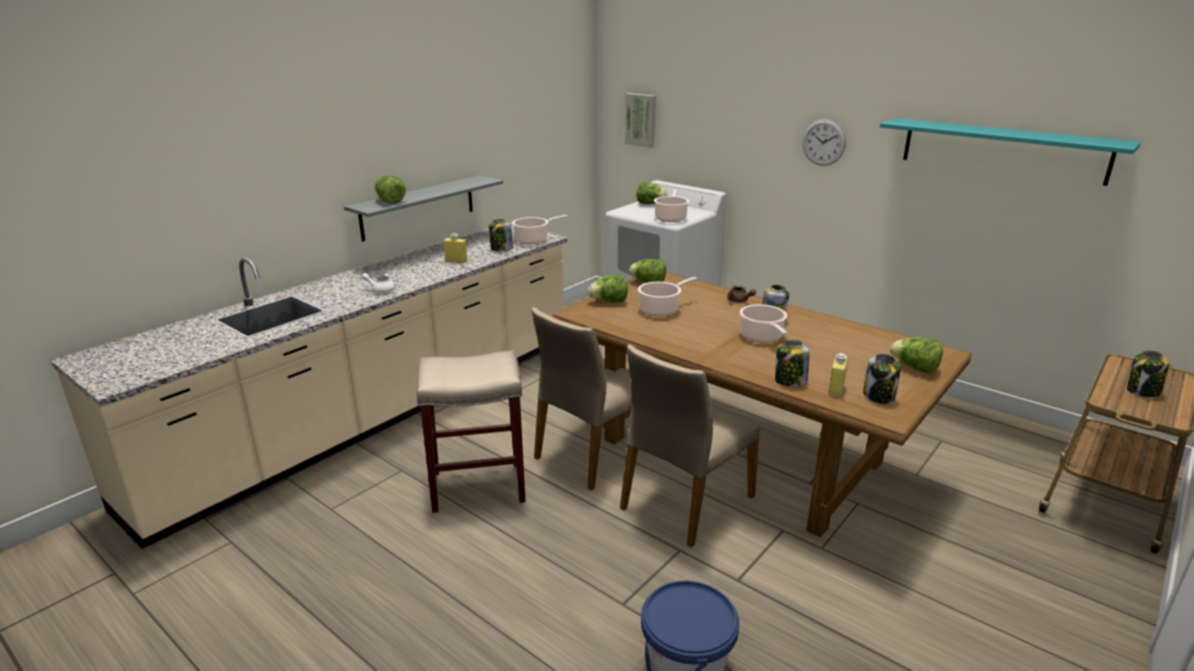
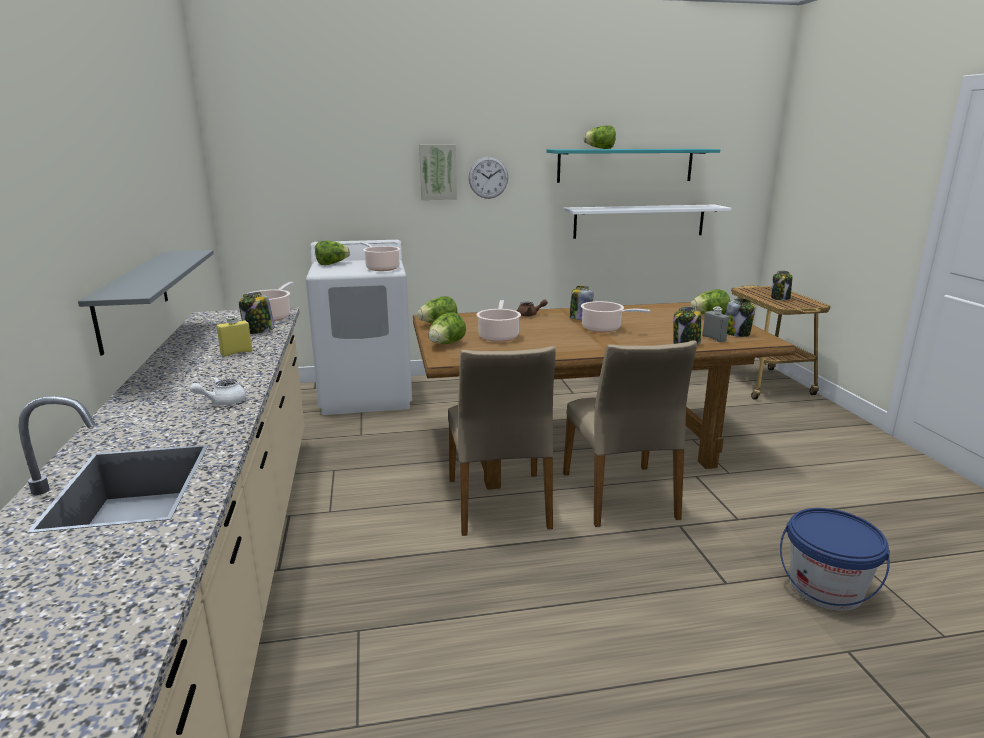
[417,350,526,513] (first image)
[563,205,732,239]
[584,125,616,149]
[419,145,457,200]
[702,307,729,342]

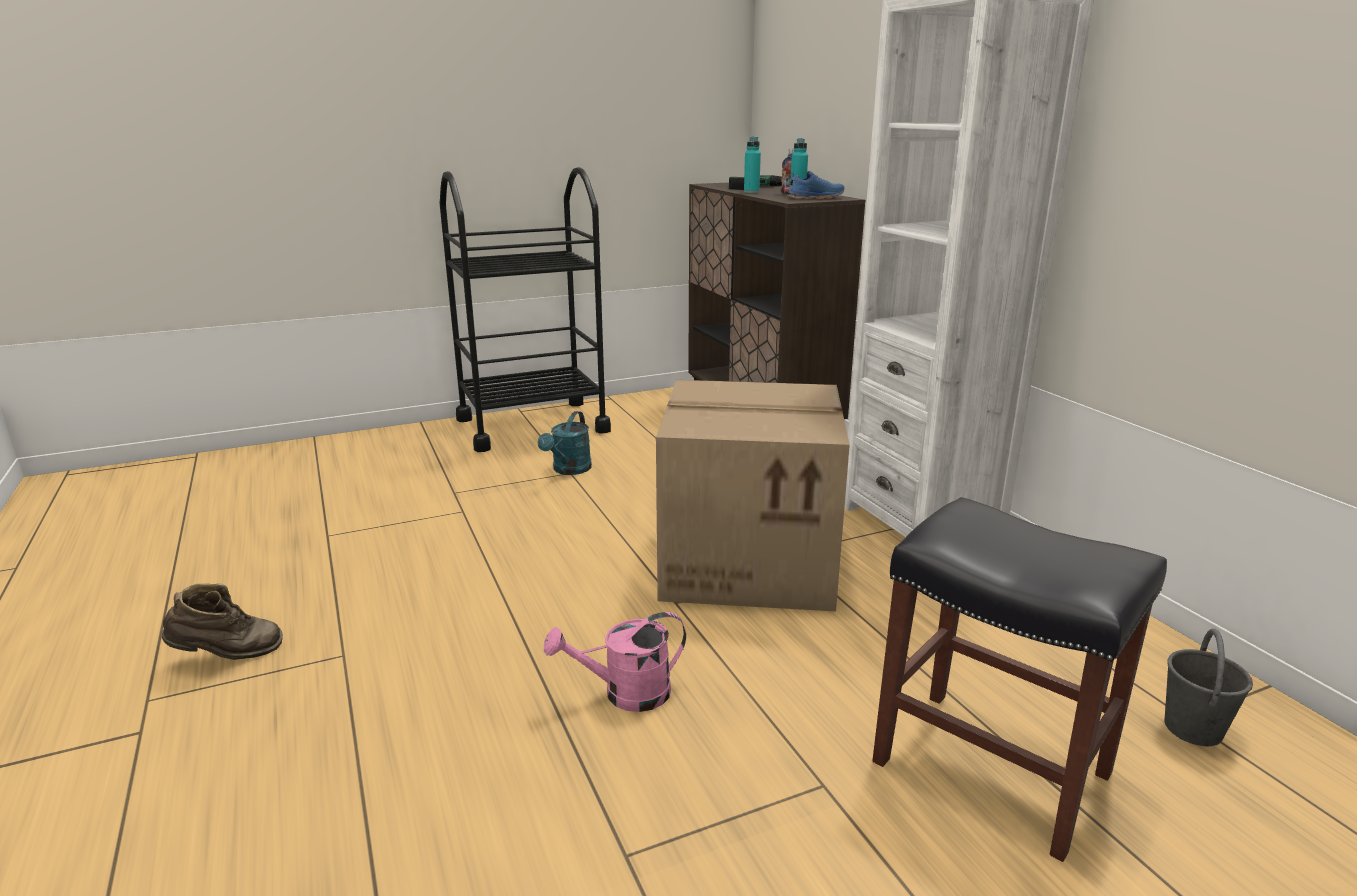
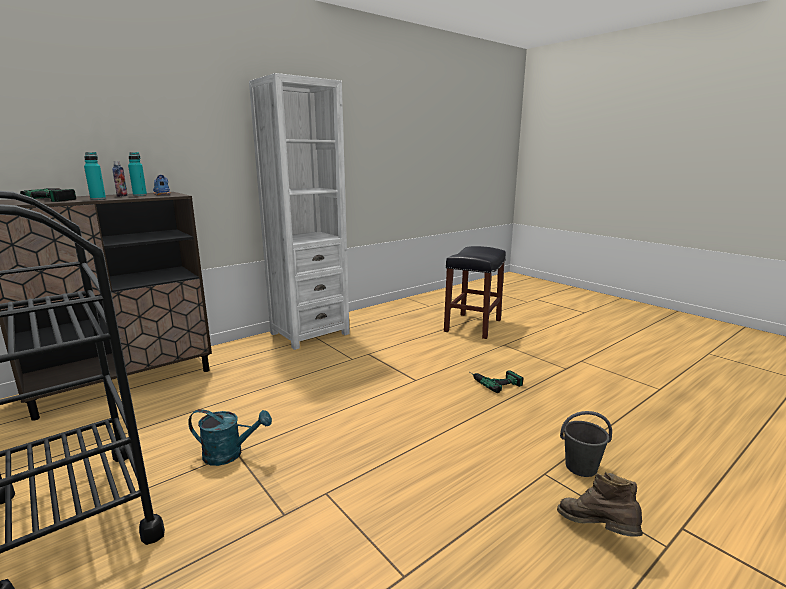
[656,380,850,612] (first image)
[560,411,612,477]
[470,370,523,393]

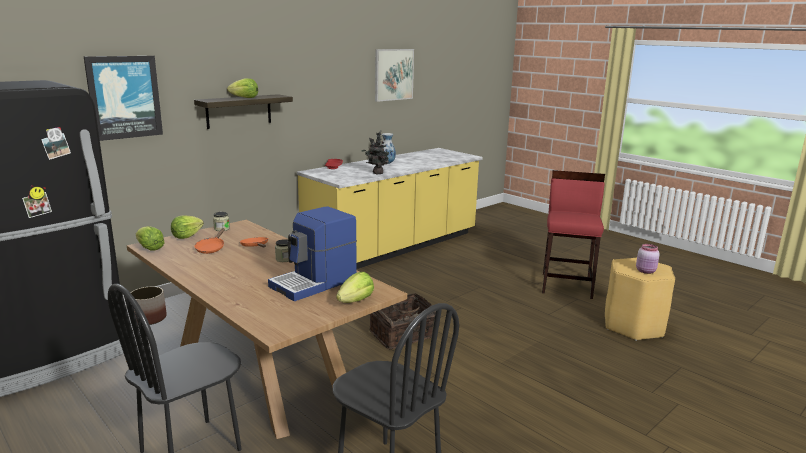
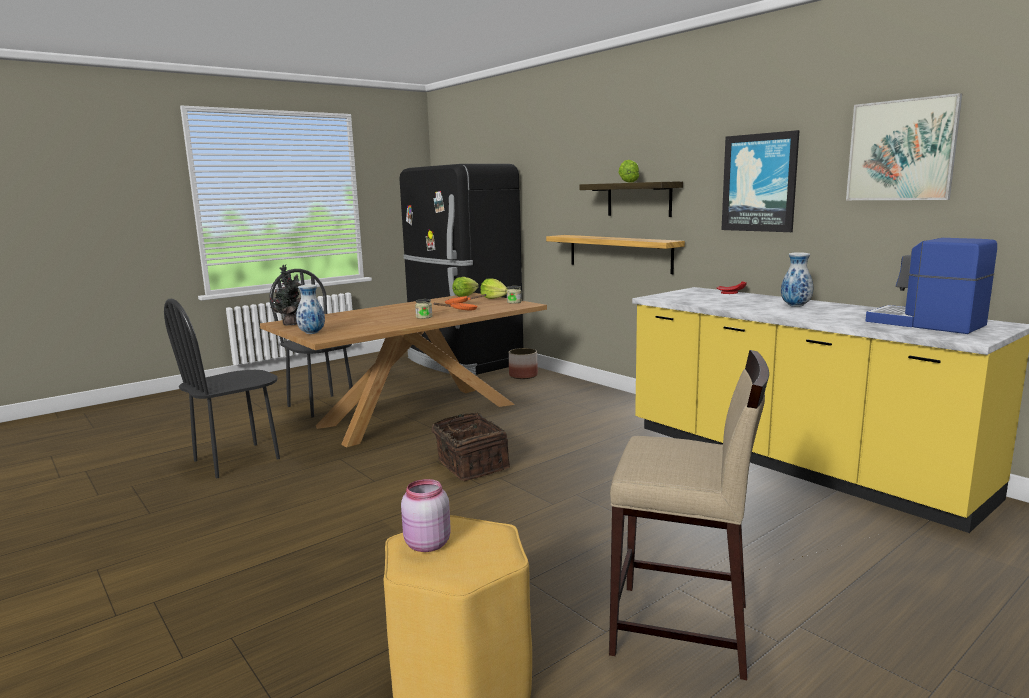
[546,235,685,274]
[721,130,800,232]
[866,238,997,334]
[270,265,301,326]
[296,284,325,334]
[609,350,769,680]

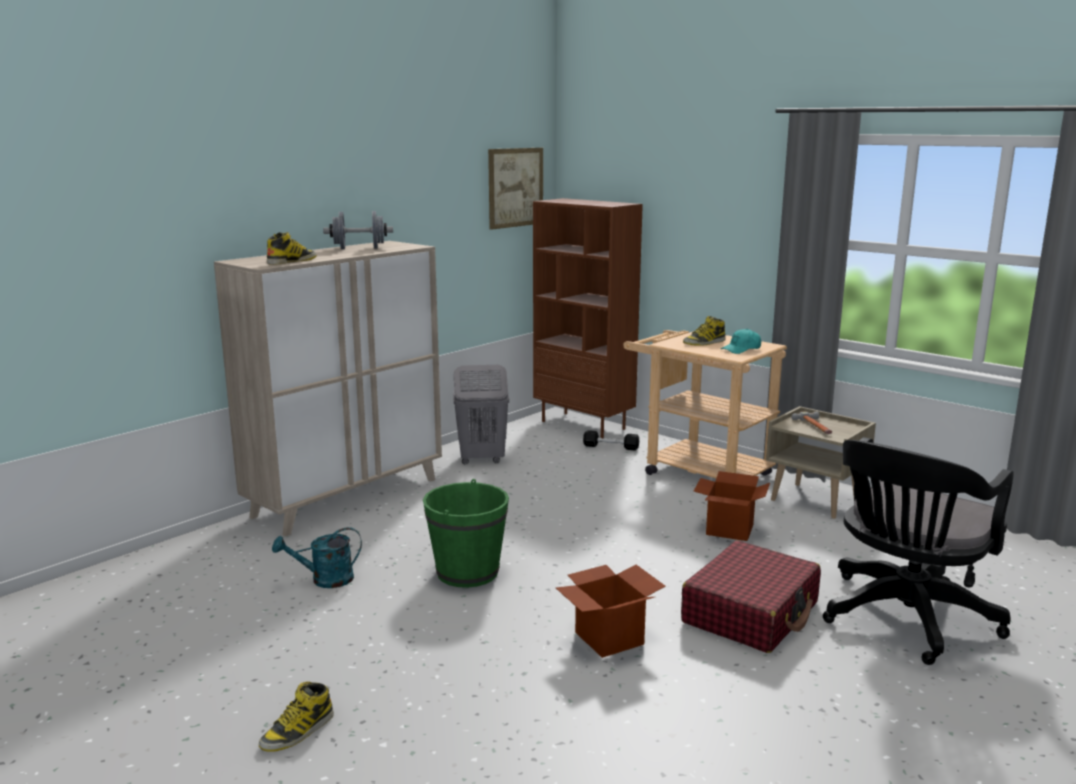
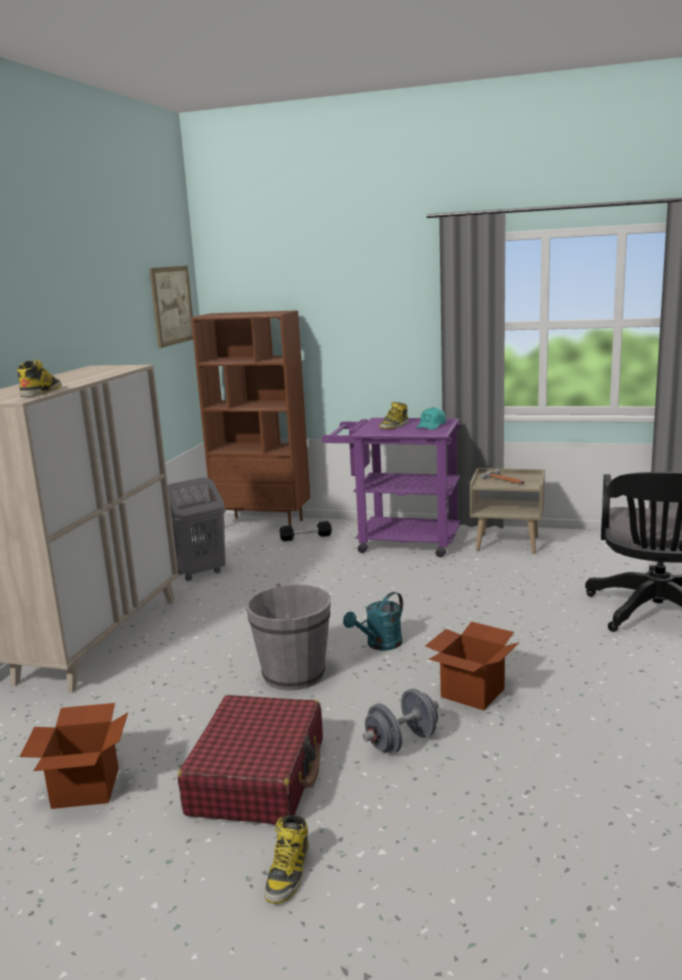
[343,592,403,651]
[362,689,439,754]
[178,695,323,825]
[19,703,128,809]
[246,583,331,691]
[322,418,461,557]

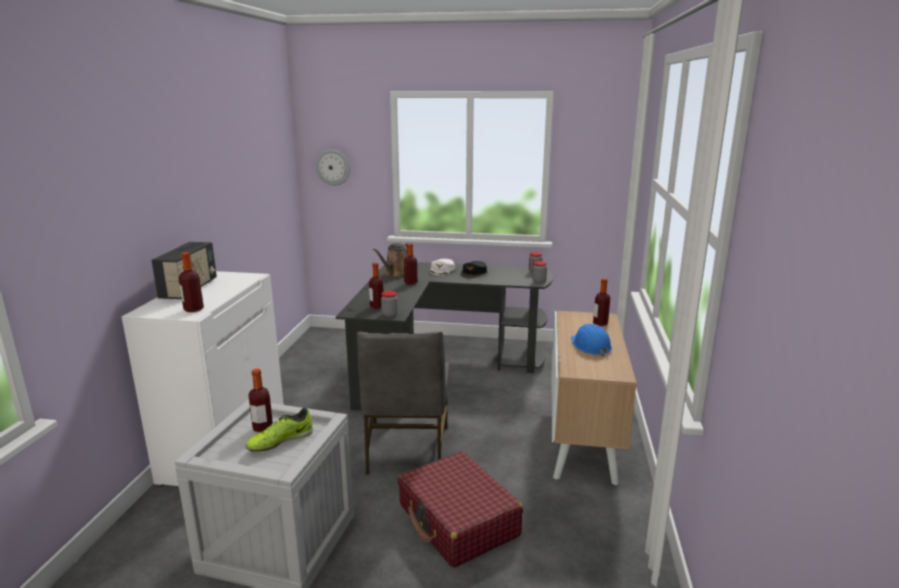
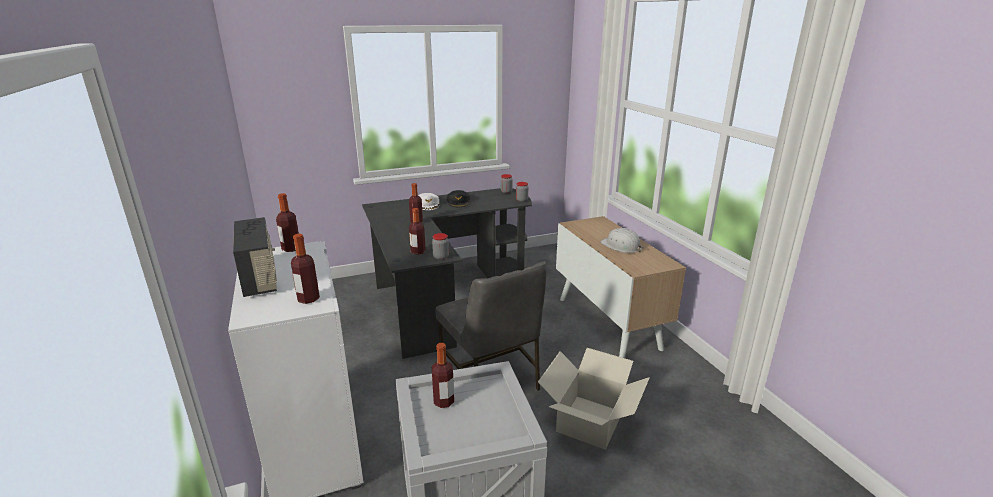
[246,408,313,452] (first image)
[316,149,350,186] (first image)
[373,243,408,277] (first image)
[276,193,299,252]
[538,348,649,450]
[600,228,644,253]

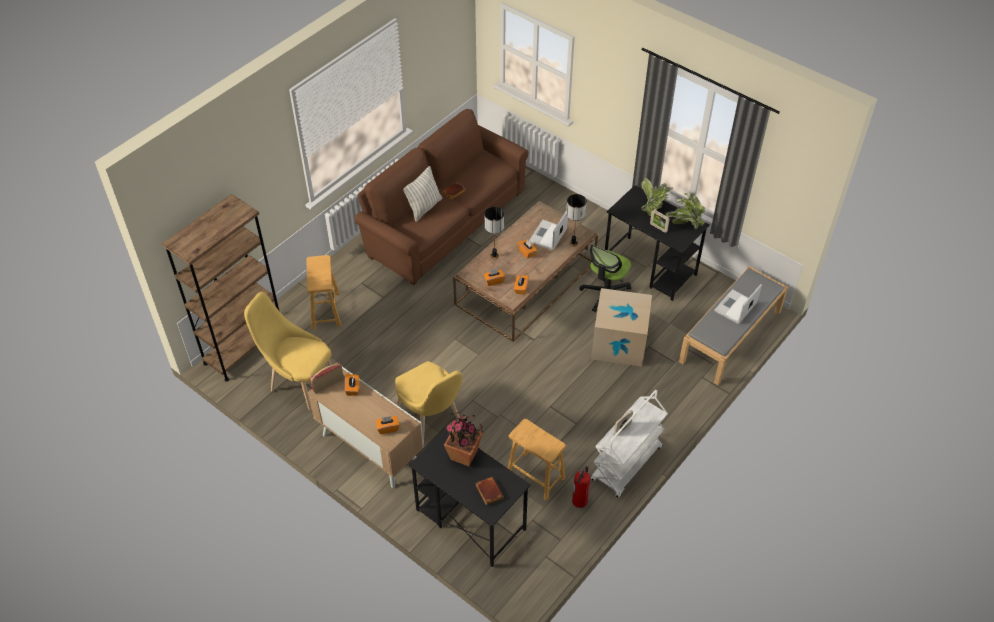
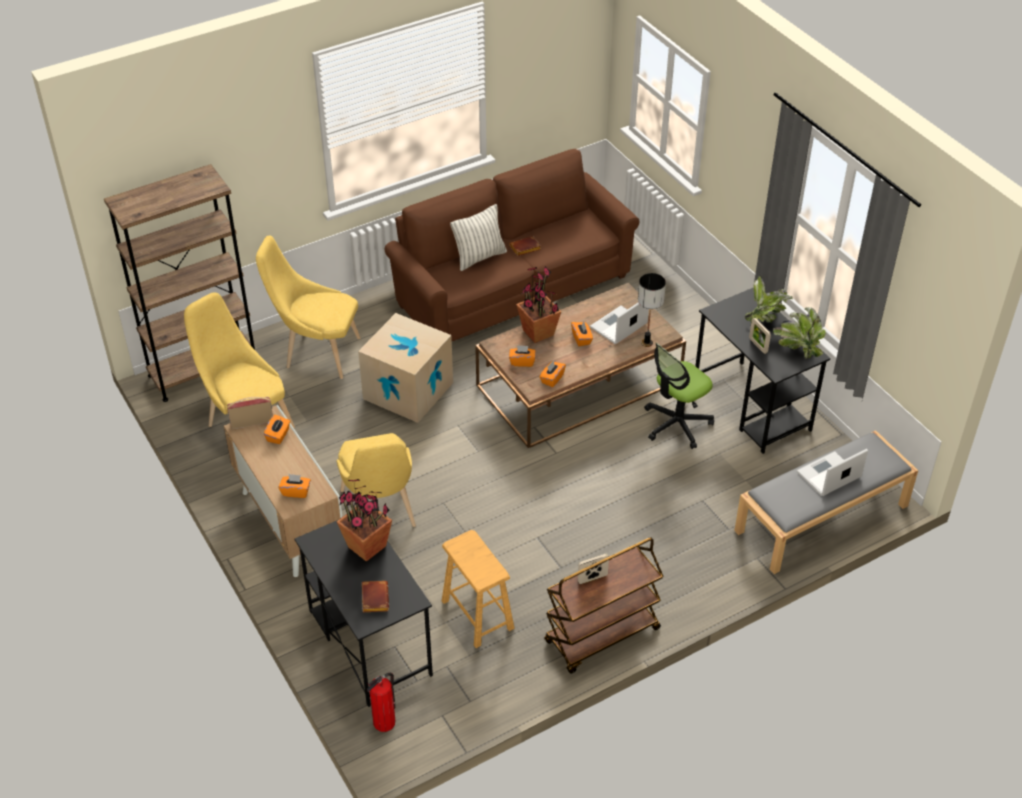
[367,673,395,732]
[358,313,453,423]
[256,236,360,379]
[516,266,561,343]
[544,537,664,674]

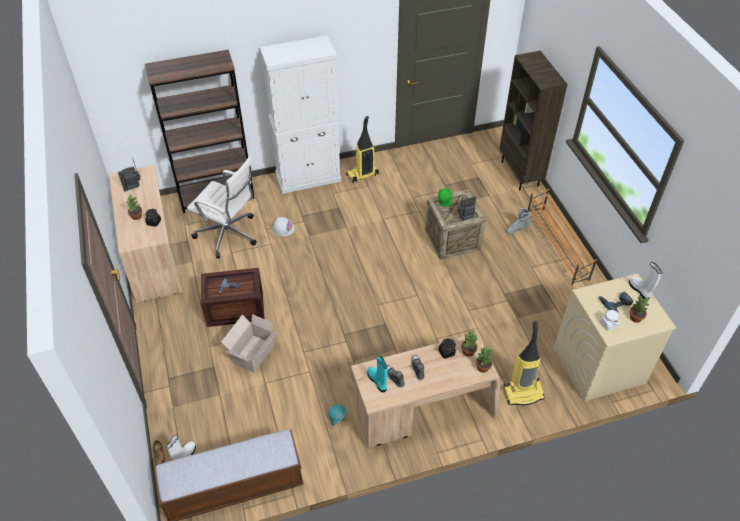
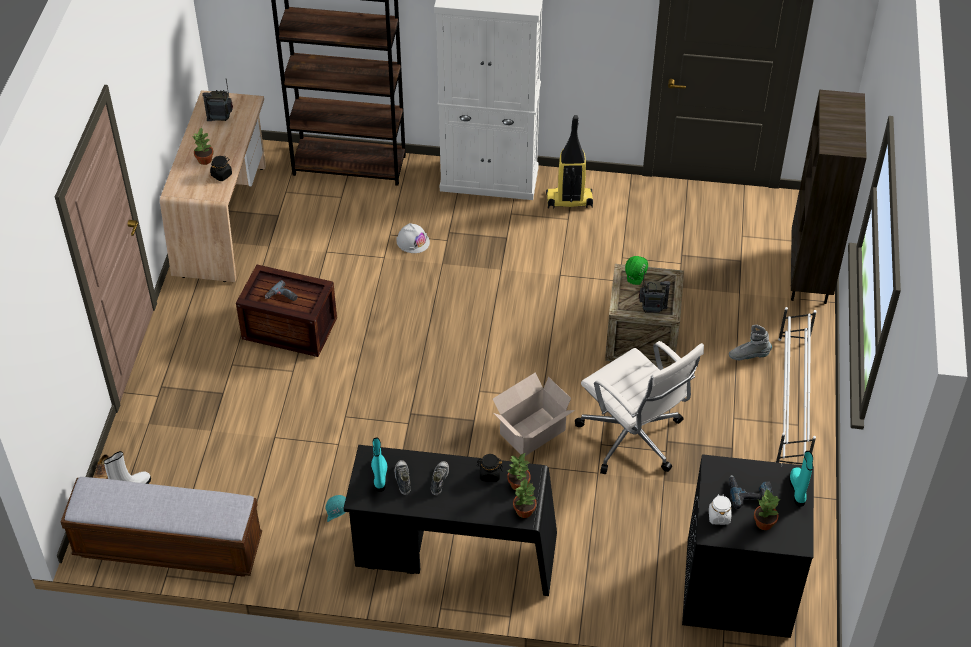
[503,321,545,405] (first image)
[575,341,704,474]
[493,372,575,456]
[343,445,557,596]
[776,307,817,464]
[682,454,814,638]
[789,451,813,507]

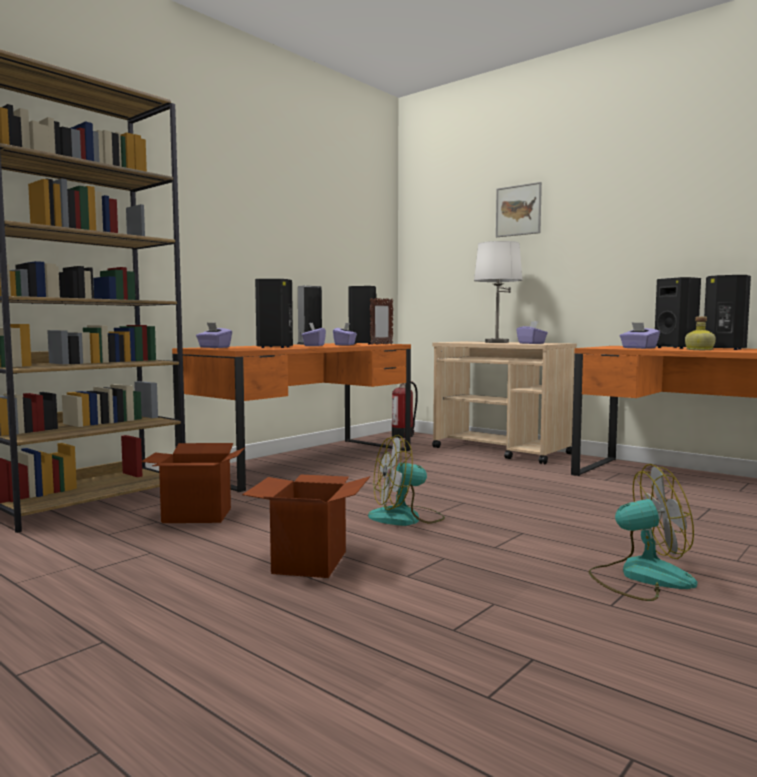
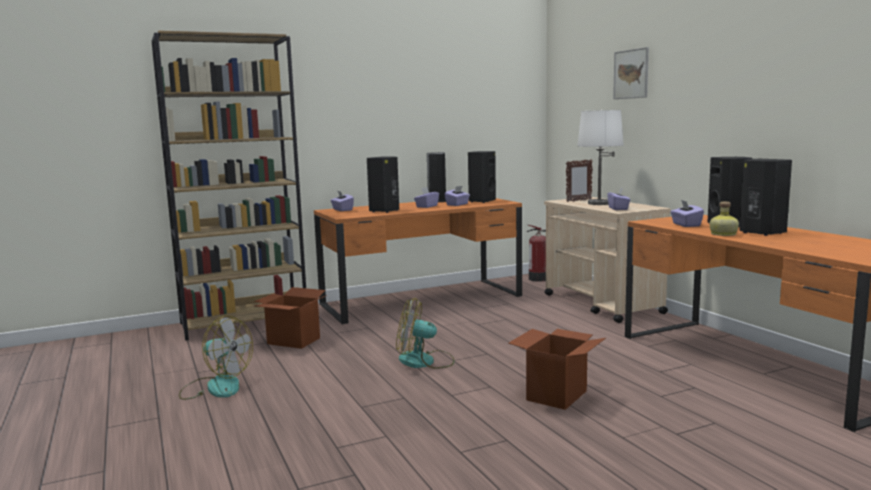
[508,329,606,410]
[566,159,593,202]
[179,316,253,400]

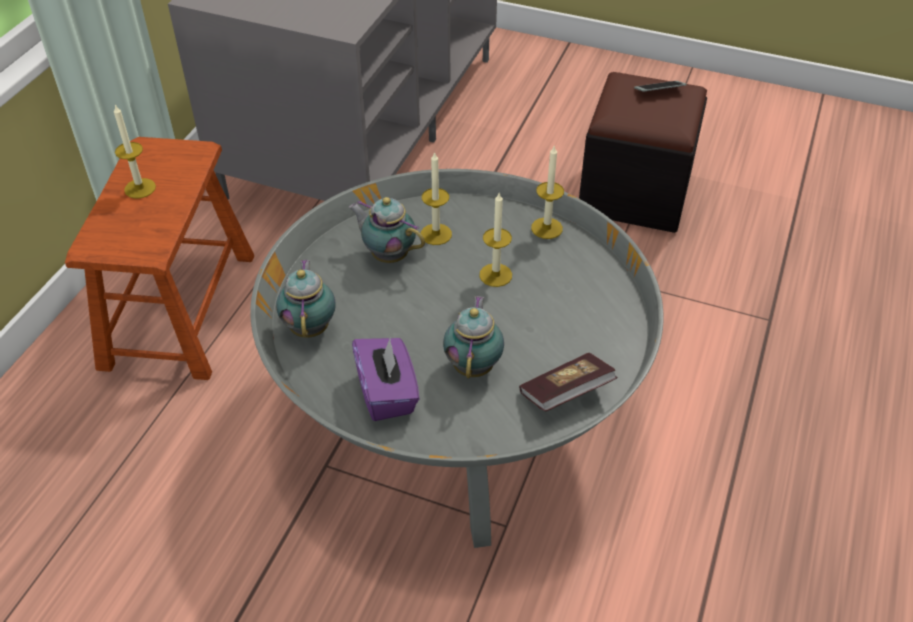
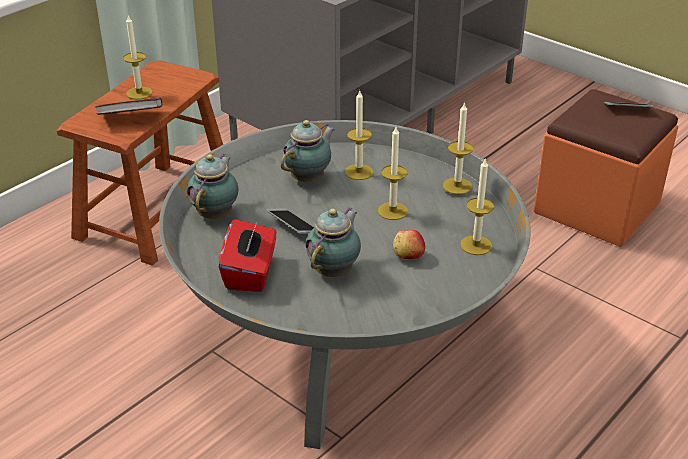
[266,209,314,234]
[393,230,425,259]
[460,159,494,255]
[95,98,163,115]
[219,219,276,292]
[534,89,678,247]
[281,120,334,182]

